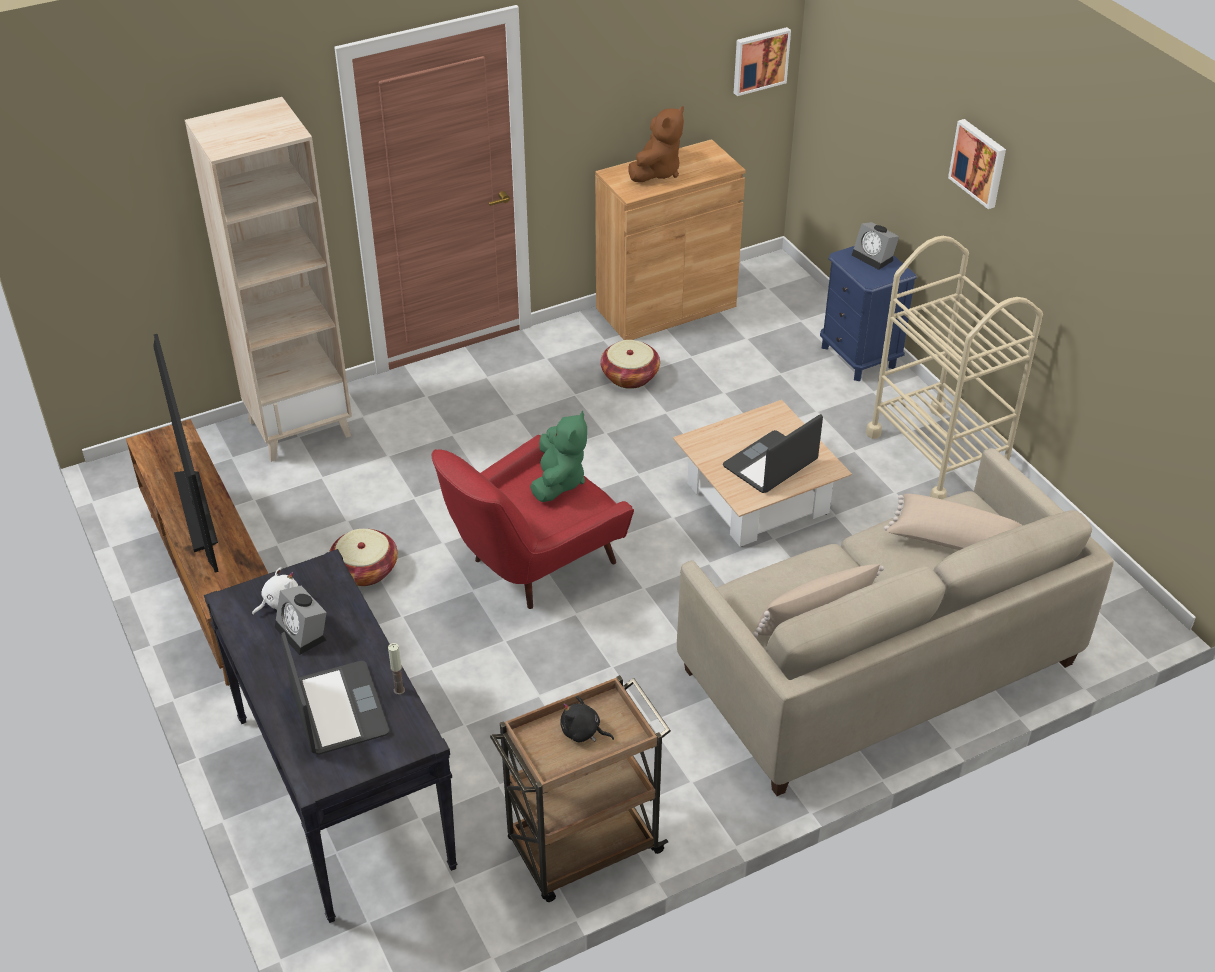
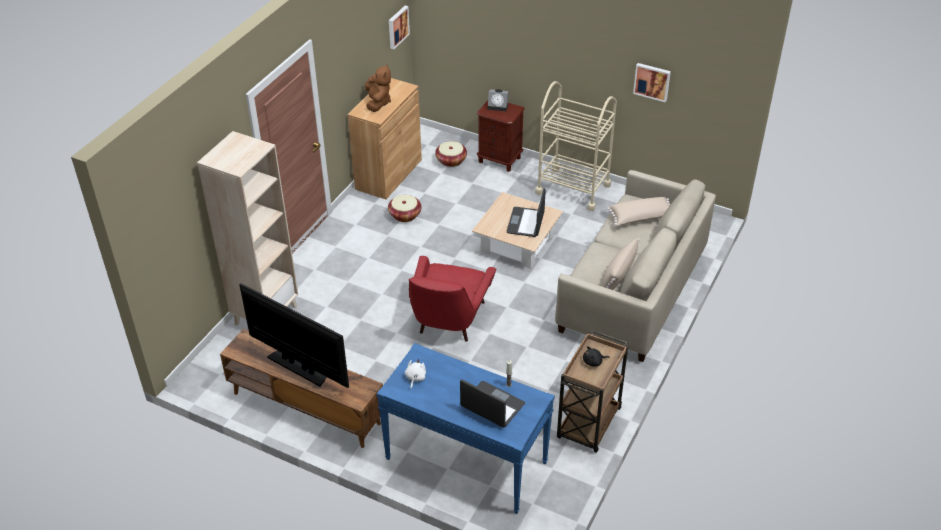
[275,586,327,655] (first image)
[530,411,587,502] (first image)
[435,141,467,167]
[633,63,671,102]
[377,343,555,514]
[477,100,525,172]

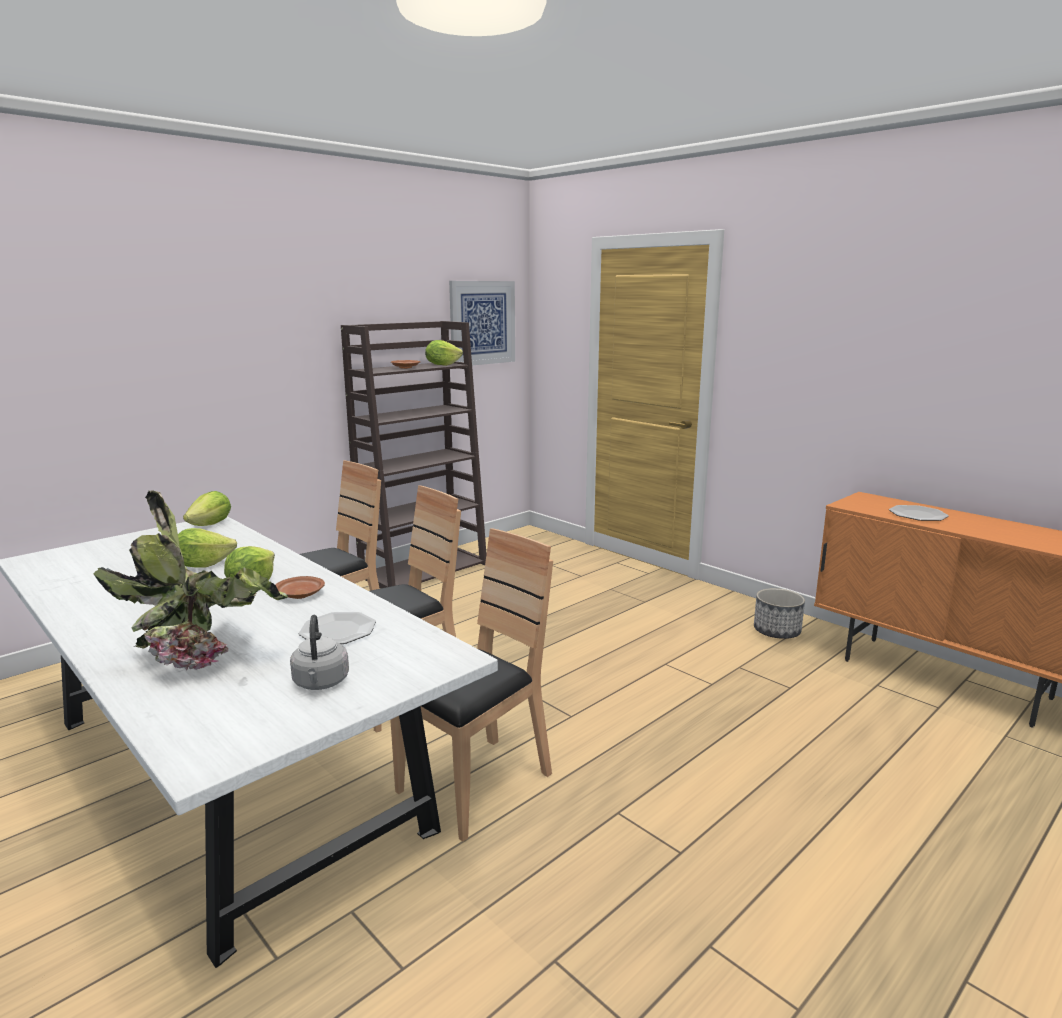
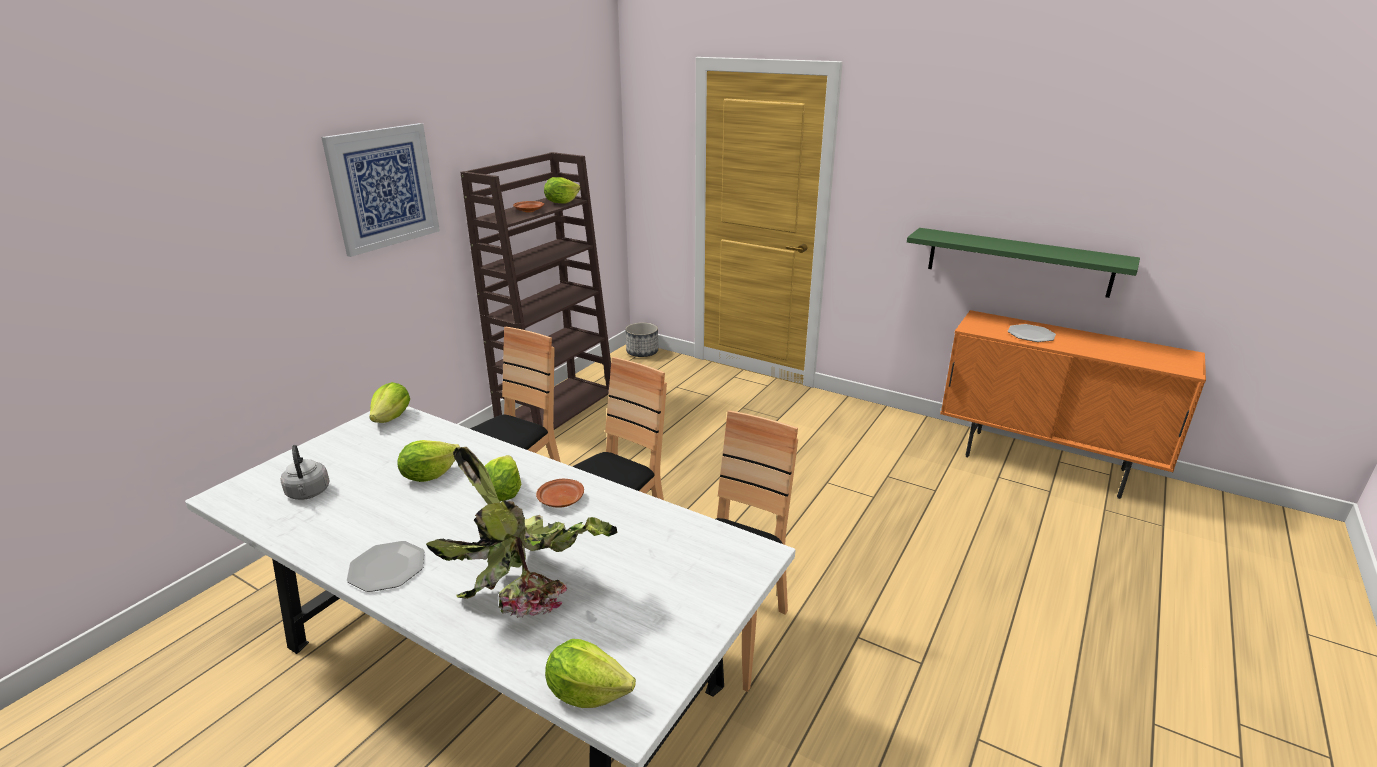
[545,639,636,708]
[907,228,1140,298]
[281,445,330,500]
[347,541,424,592]
[321,123,440,257]
[625,322,658,357]

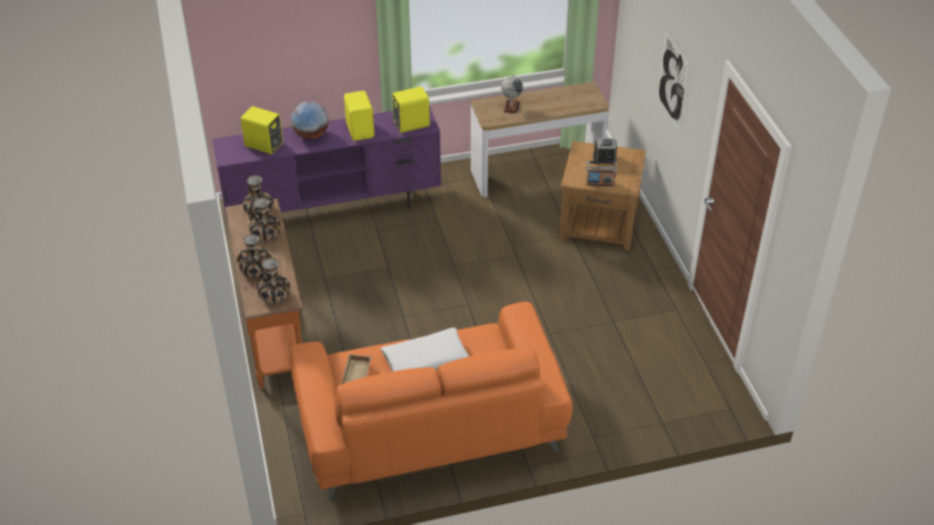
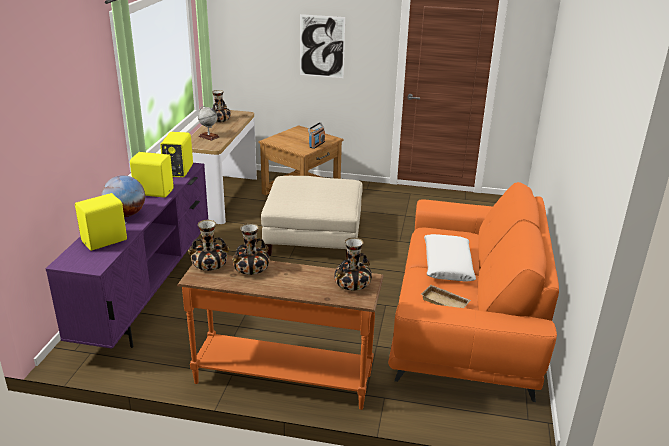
[593,138,617,164] (first image)
[261,176,363,260]
[212,90,231,123]

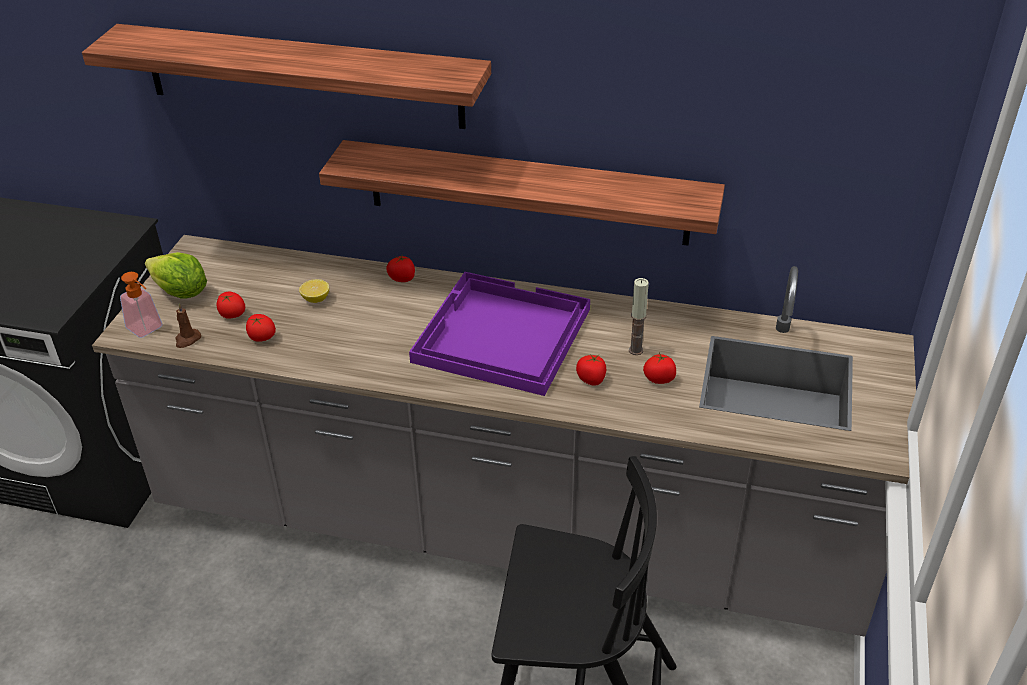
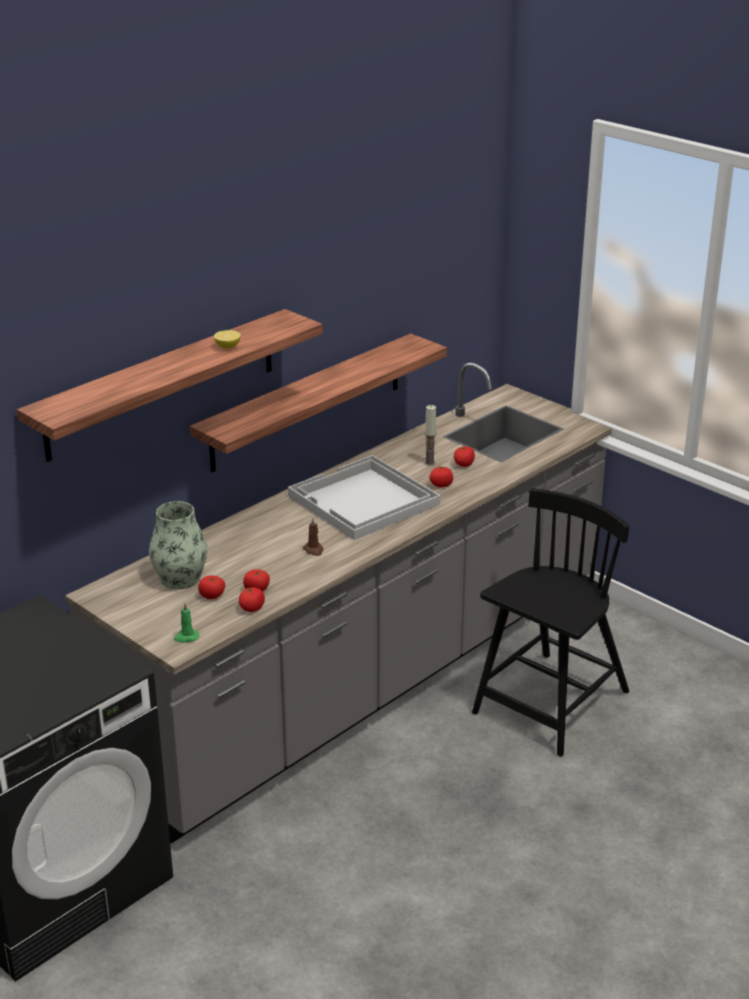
[145,252,207,299] (first image)
[149,501,208,589]
[303,518,323,556]
[214,330,241,349]
[239,587,265,612]
[174,603,199,643]
[288,455,440,540]

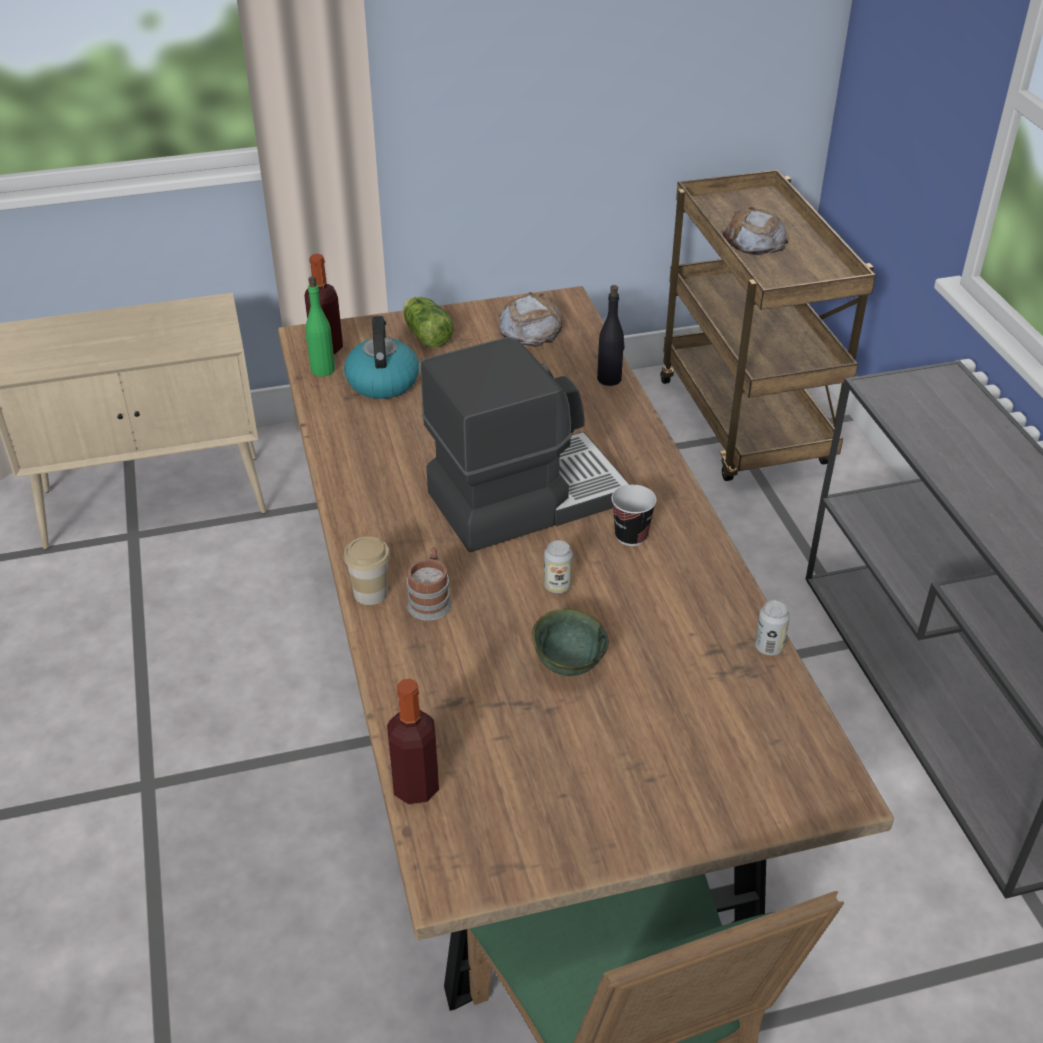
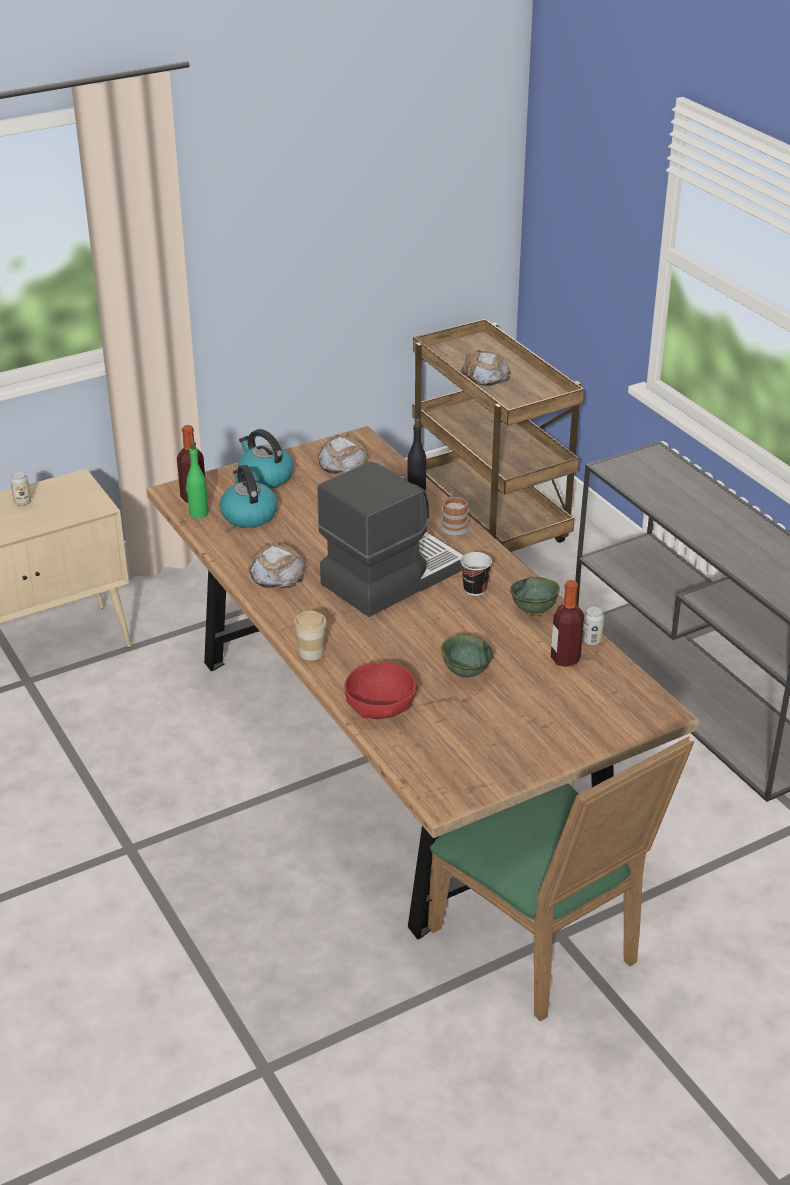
[248,542,305,588]
[344,662,418,719]
[510,577,560,616]
[551,580,584,667]
[441,491,469,536]
[10,472,31,506]
[238,429,294,489]

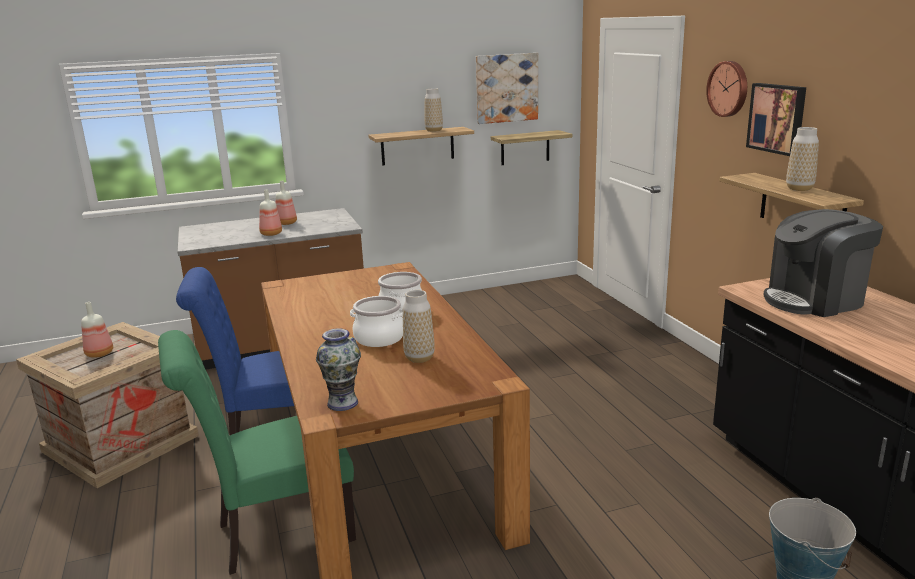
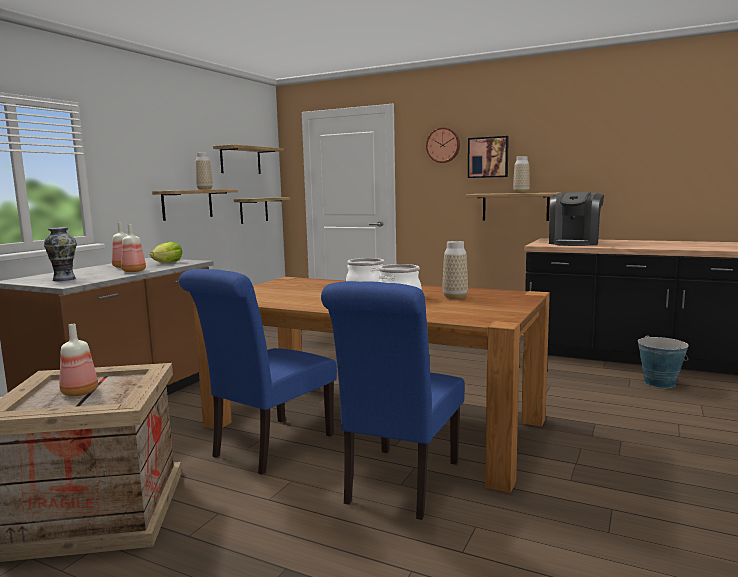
[150,242,183,263]
[44,227,77,281]
[213,145,284,174]
[321,281,465,520]

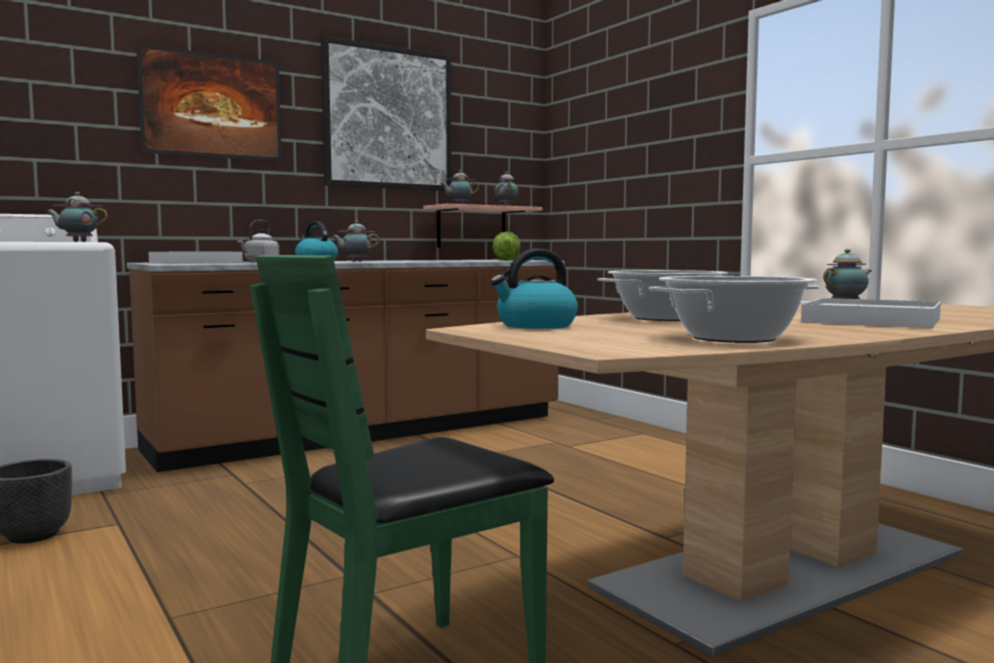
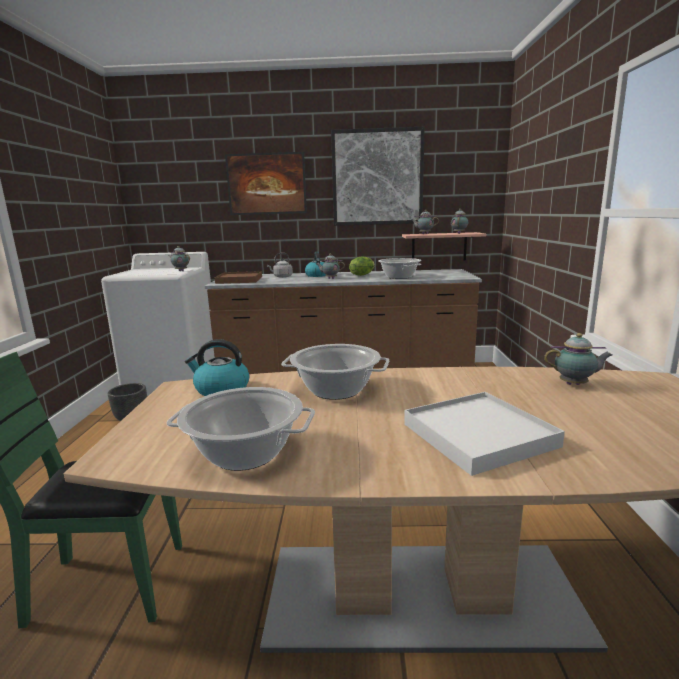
[378,258,421,279]
[349,257,375,276]
[215,271,262,284]

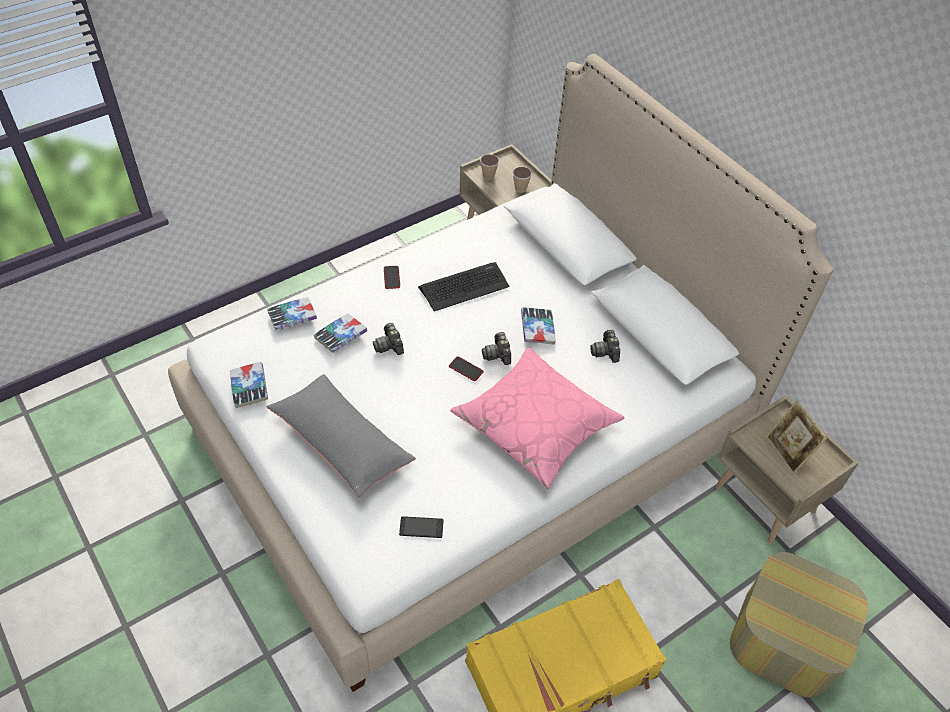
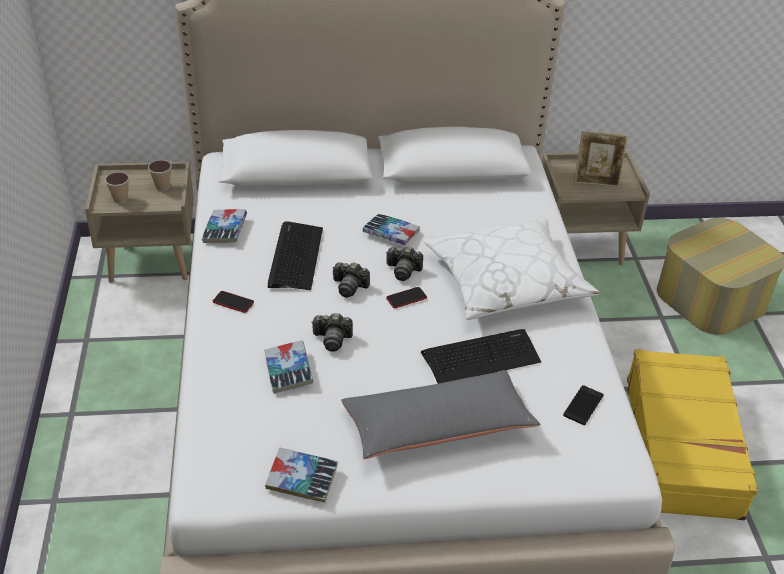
[421,329,541,384]
[202,209,247,243]
[332,262,370,298]
[423,219,600,320]

